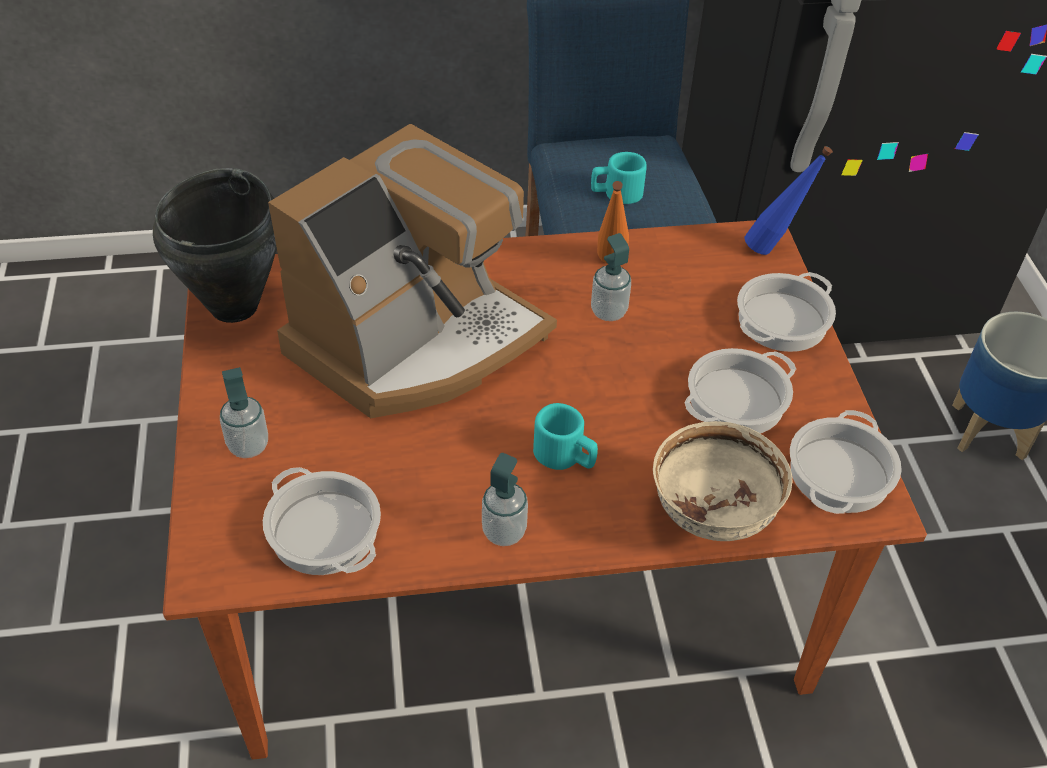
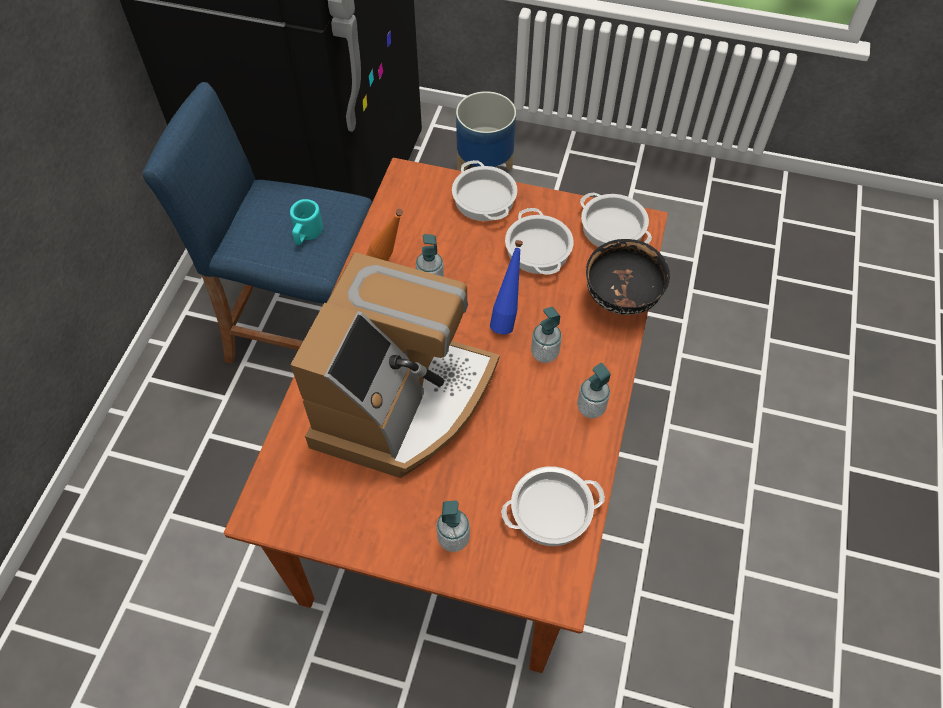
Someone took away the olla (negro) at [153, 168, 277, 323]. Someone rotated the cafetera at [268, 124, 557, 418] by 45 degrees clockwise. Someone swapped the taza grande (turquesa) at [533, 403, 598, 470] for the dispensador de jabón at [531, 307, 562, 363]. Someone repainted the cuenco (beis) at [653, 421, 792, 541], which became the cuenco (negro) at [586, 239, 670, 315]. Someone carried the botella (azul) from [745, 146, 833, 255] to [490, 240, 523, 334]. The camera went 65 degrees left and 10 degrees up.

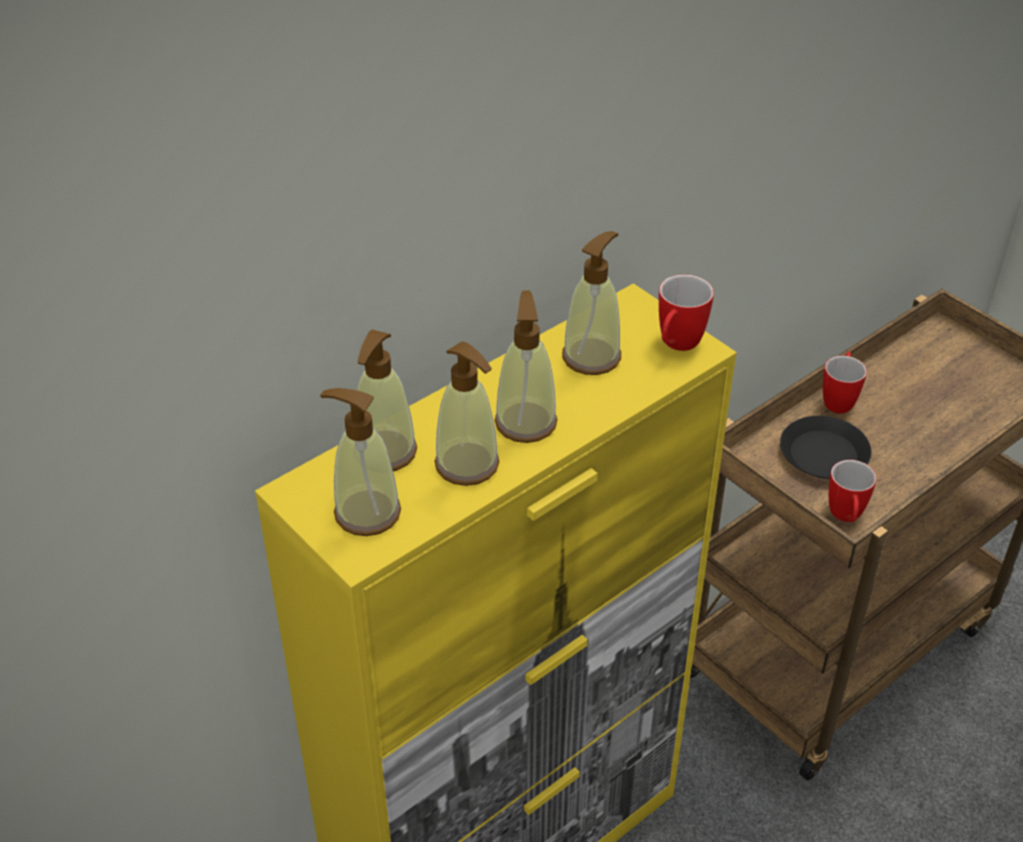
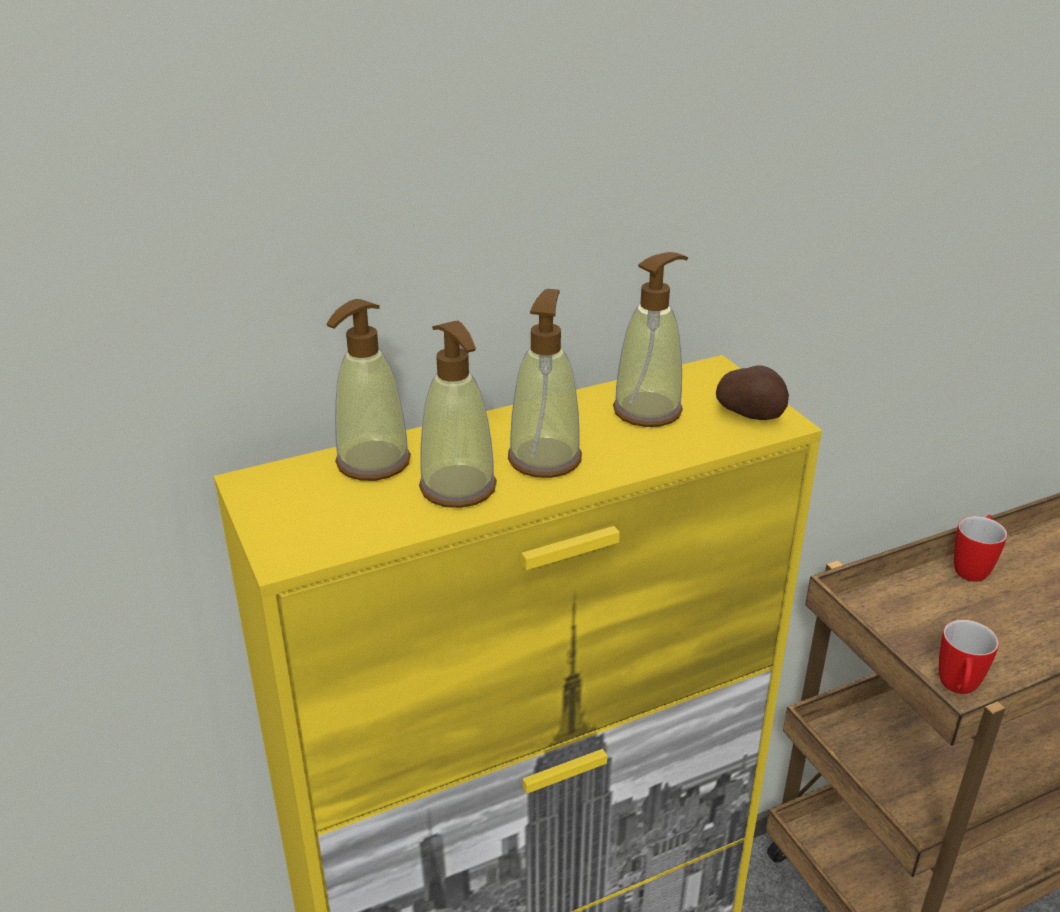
Someone took away the dispensador de jabón at [320, 388, 401, 536]. Someone swapped the taza grande at [659, 274, 714, 351] for the patata at [716, 365, 789, 420]. Someone took away the plato (negro) at [780, 416, 871, 479]. The camera went 15 degrees right and 10 degrees down.

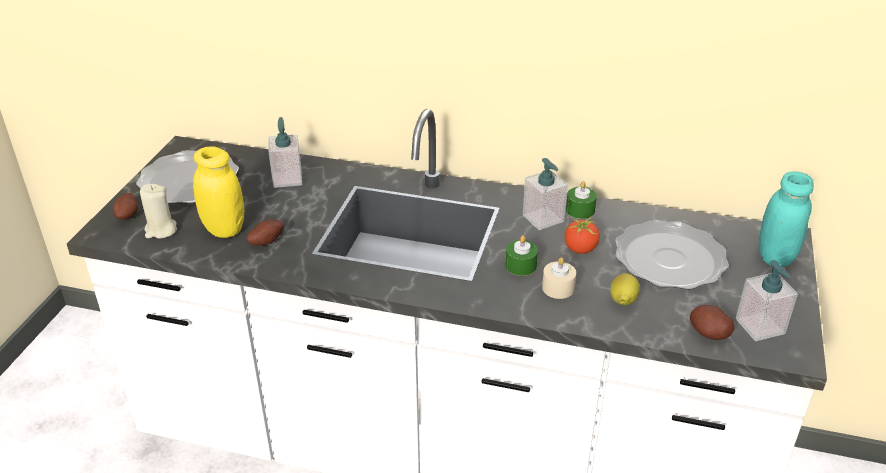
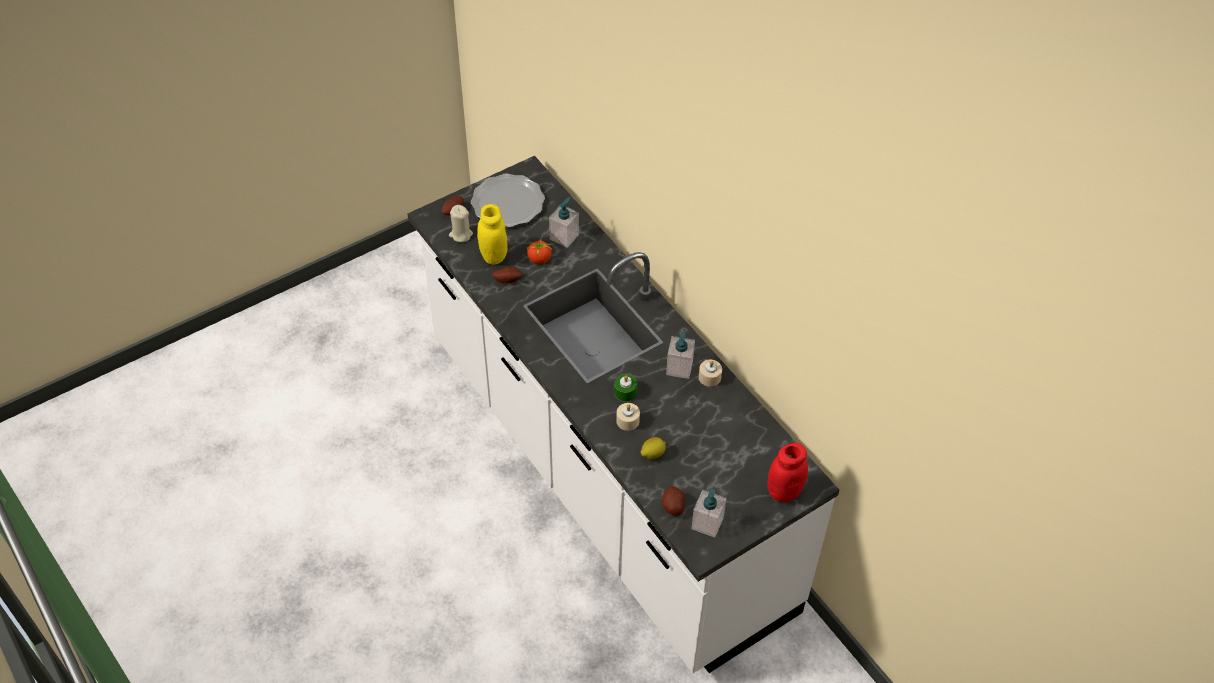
Someone carried the tomate from [565, 217, 600, 254] to [527, 240, 552, 264]. Someone repainted the vela (verde) at [566, 181, 597, 219], which became the vela (beis) at [699, 360, 722, 387]. Someone took away the plato at [615, 220, 729, 290]. Someone repainted the tarro (turquesa) at [759, 171, 814, 267], which became the tarro (rojo) at [768, 443, 808, 502]. The camera went 40 degrees right and 15 degrees up.

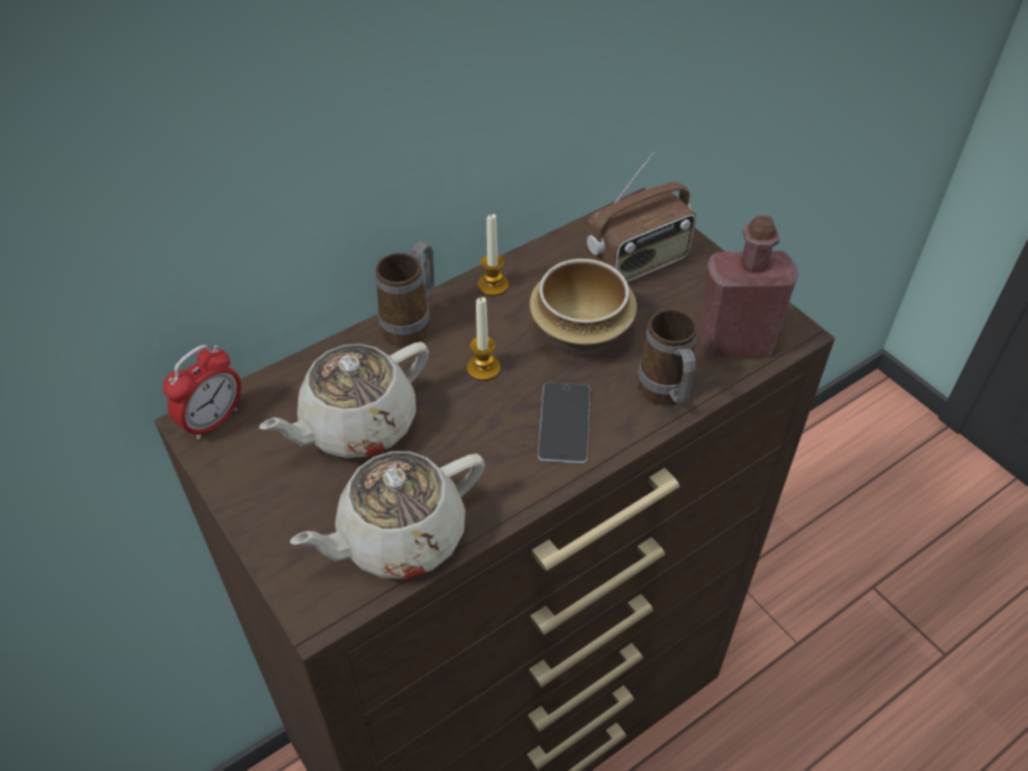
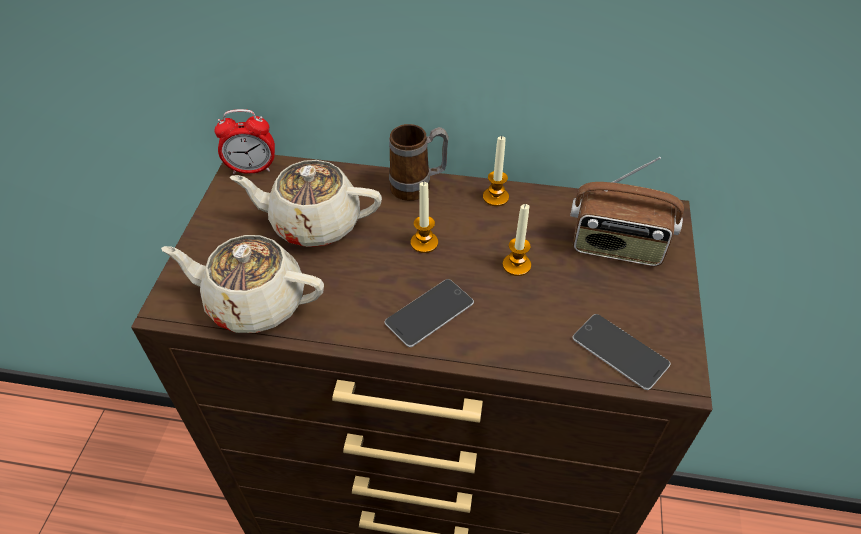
Someone swapped the cuenco at [529, 259, 637, 354] for the vela at [503, 204, 531, 276]. Someone took away the taza grande at [637, 309, 698, 405]. Someone swapped the botella (rojo) at [698, 216, 798, 356] for the móvil at [573, 314, 670, 390]. The camera went 45 degrees right and 0 degrees up.

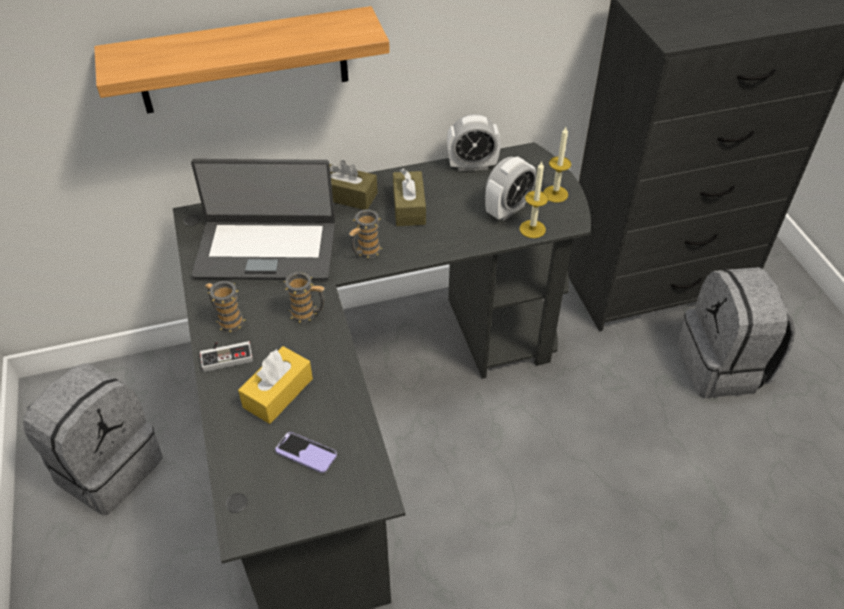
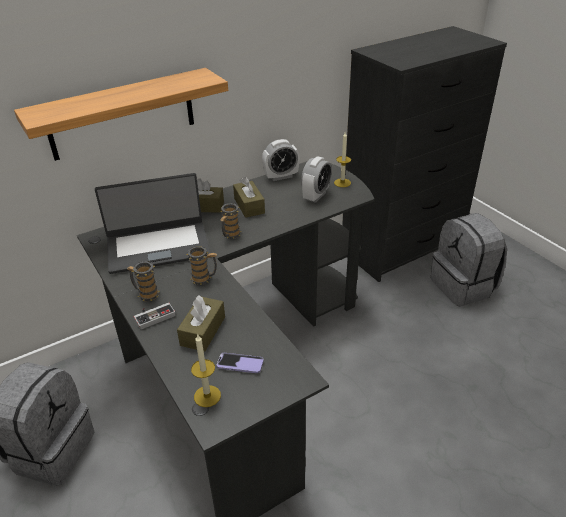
Someone repainted the caja de pañuelos (amarillo) at [238, 346, 313, 424], which became the caja de pañuelos (marrón) at [177, 295, 225, 352]. Someone carried the vela from [520, 161, 548, 238] to [191, 335, 221, 407]. The camera went 15 degrees left and 10 degrees down.

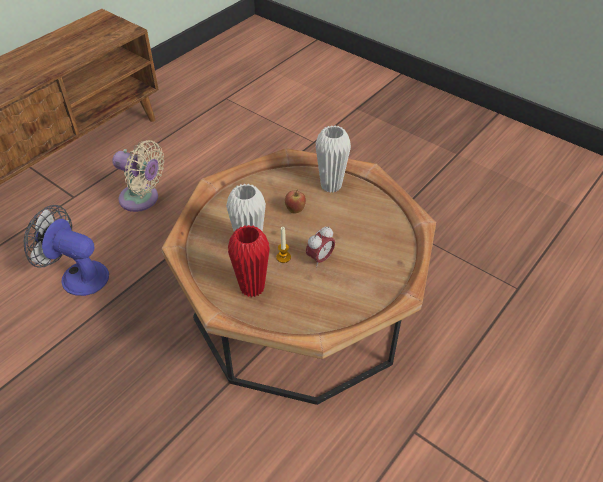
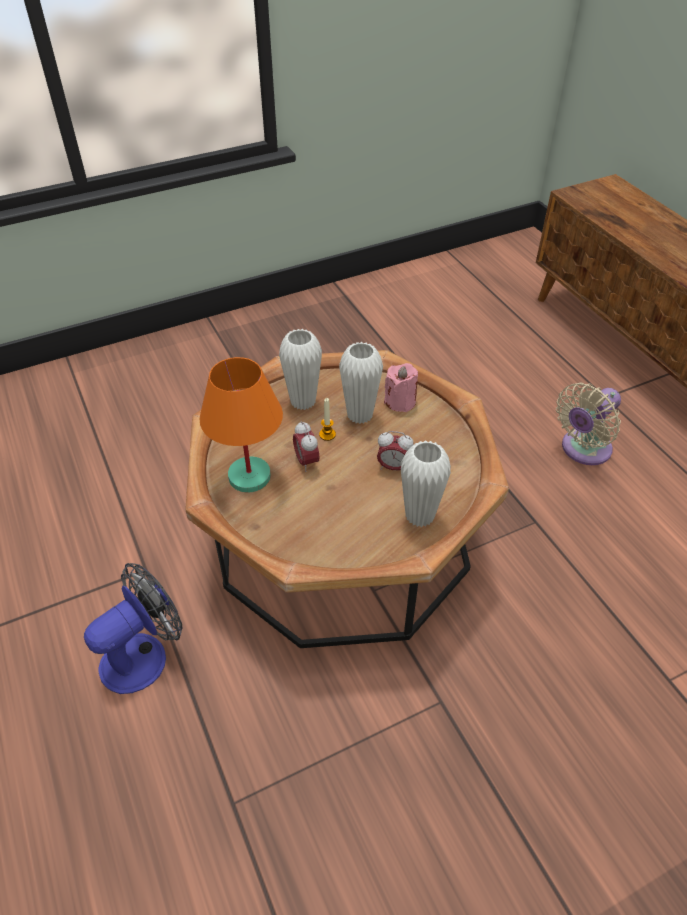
Someone carried the ventilador from [24, 205, 109, 296] to [84, 563, 182, 694]. Someone repainted the florero (rojo) at [228, 225, 270, 298], which became the florero (blanco) at [279, 329, 322, 410]. Someone swapped the manzana at [285, 189, 306, 213] for the despertador at [377, 431, 414, 470]. Someone put down the lámpara de mesa (naranja) at [200, 357, 283, 493]. Someone put down the vela (rosa) at [384, 363, 418, 412]. The camera went 115 degrees right and 0 degrees up.

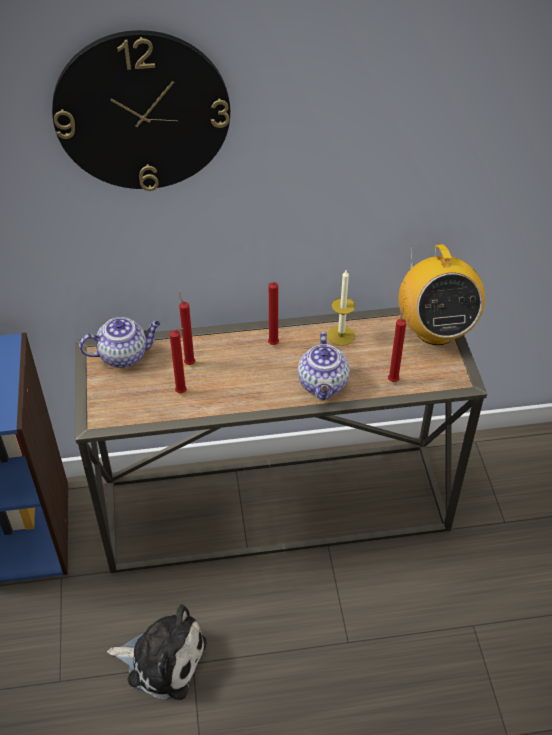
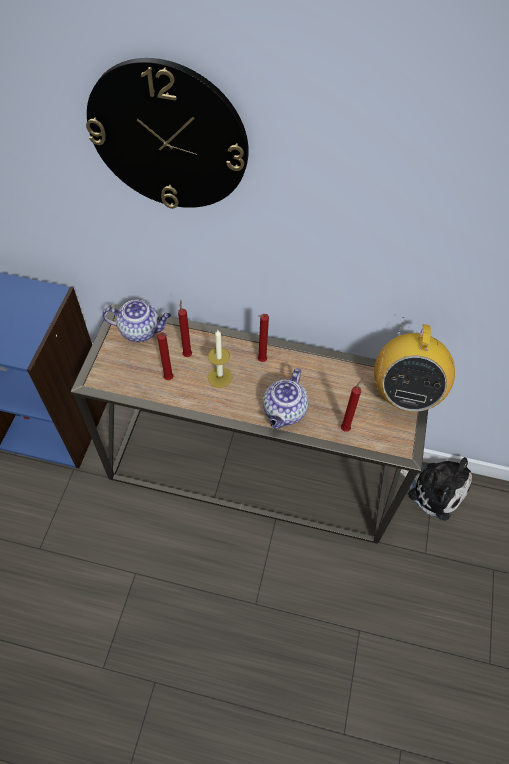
Someone carried the peluche from [107, 604, 207, 700] to [400, 457, 472, 521]. Someone carried the vela from [328, 270, 355, 346] to [208, 330, 232, 388]. The camera went 20 degrees right and 10 degrees up.

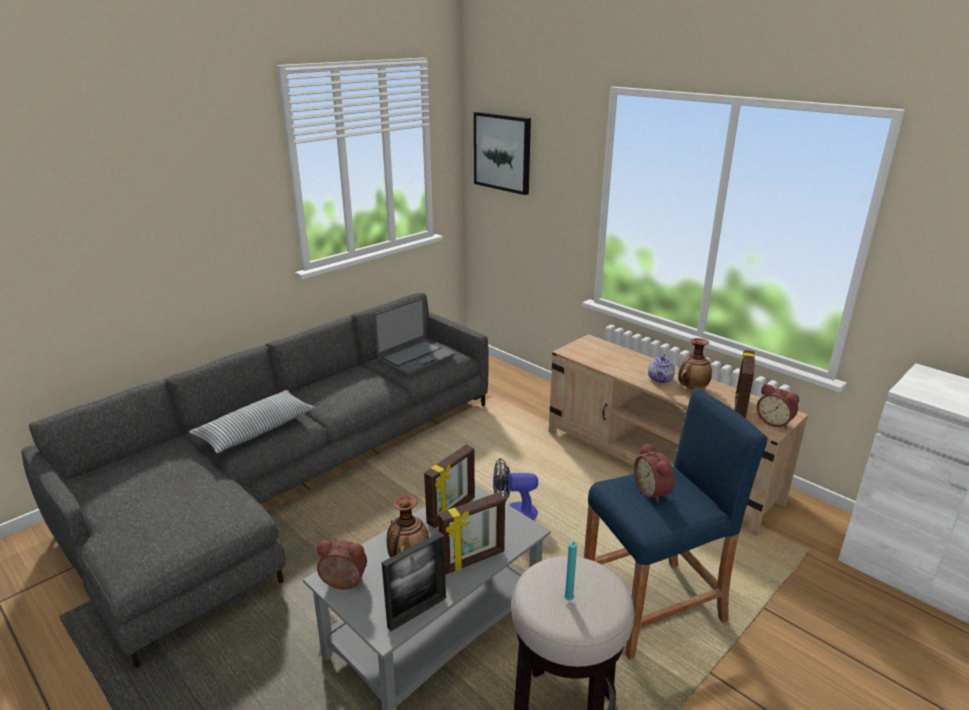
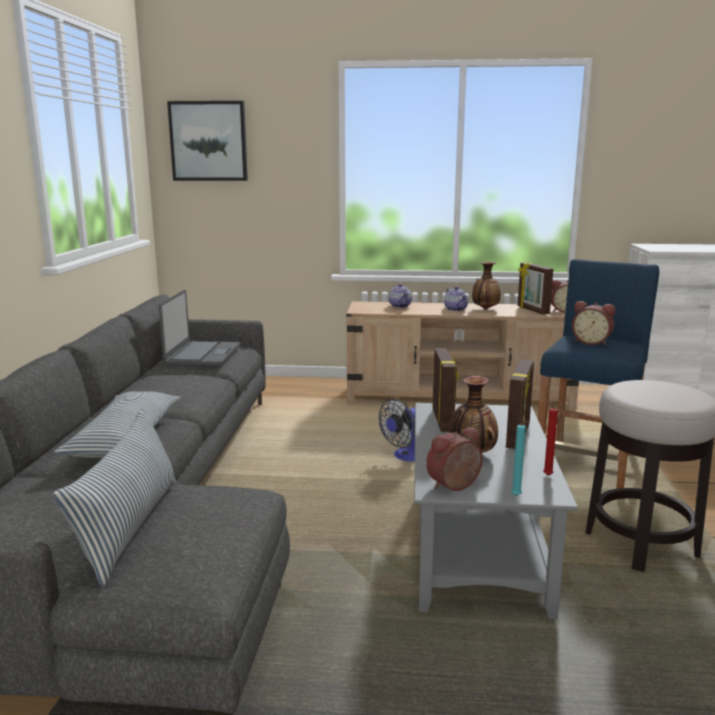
Someone swapped the portarretratos at [382, 532, 446, 631] for the vela (rojo) at [543, 402, 558, 475]. Someone carried the vela (turquesa) from [564, 542, 577, 600] to [511, 421, 528, 496]. Someone put down the cojín at [53, 409, 176, 587]. Someone put down the tetera at [389, 284, 412, 308]. The camera went 40 degrees left and 10 degrees down.

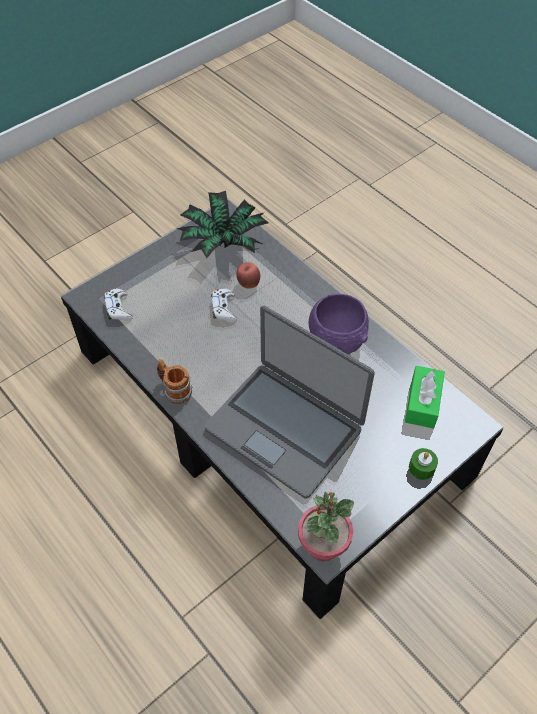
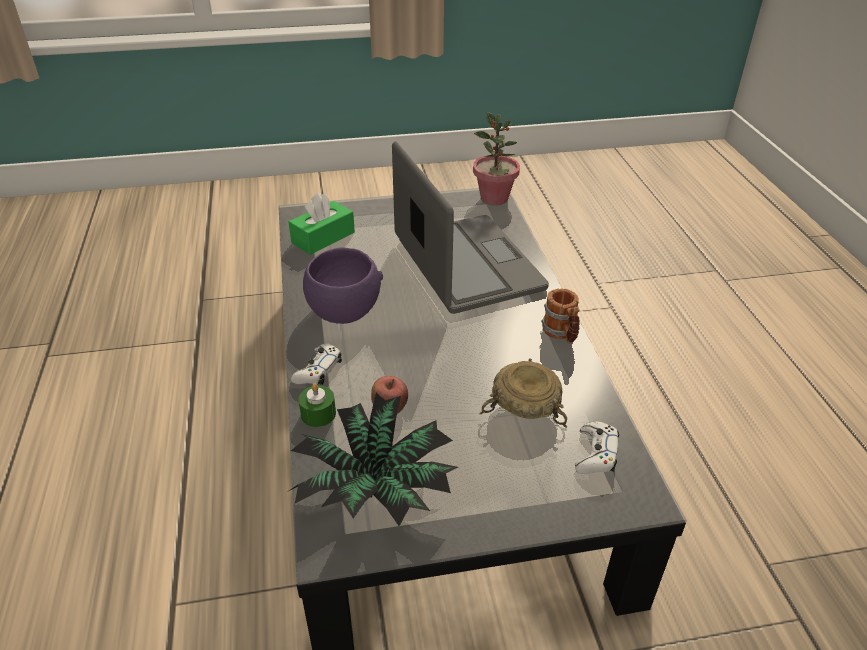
Someone carried the mando de consola (blanco) from [211, 288, 237, 322] to [291, 343, 342, 385]. Someone carried the vela (verde) from [409, 448, 438, 480] to [298, 383, 336, 427]. Someone put down the cuenco (beis) at [479, 358, 567, 428]. The camera went 150 degrees left and 15 degrees down.

